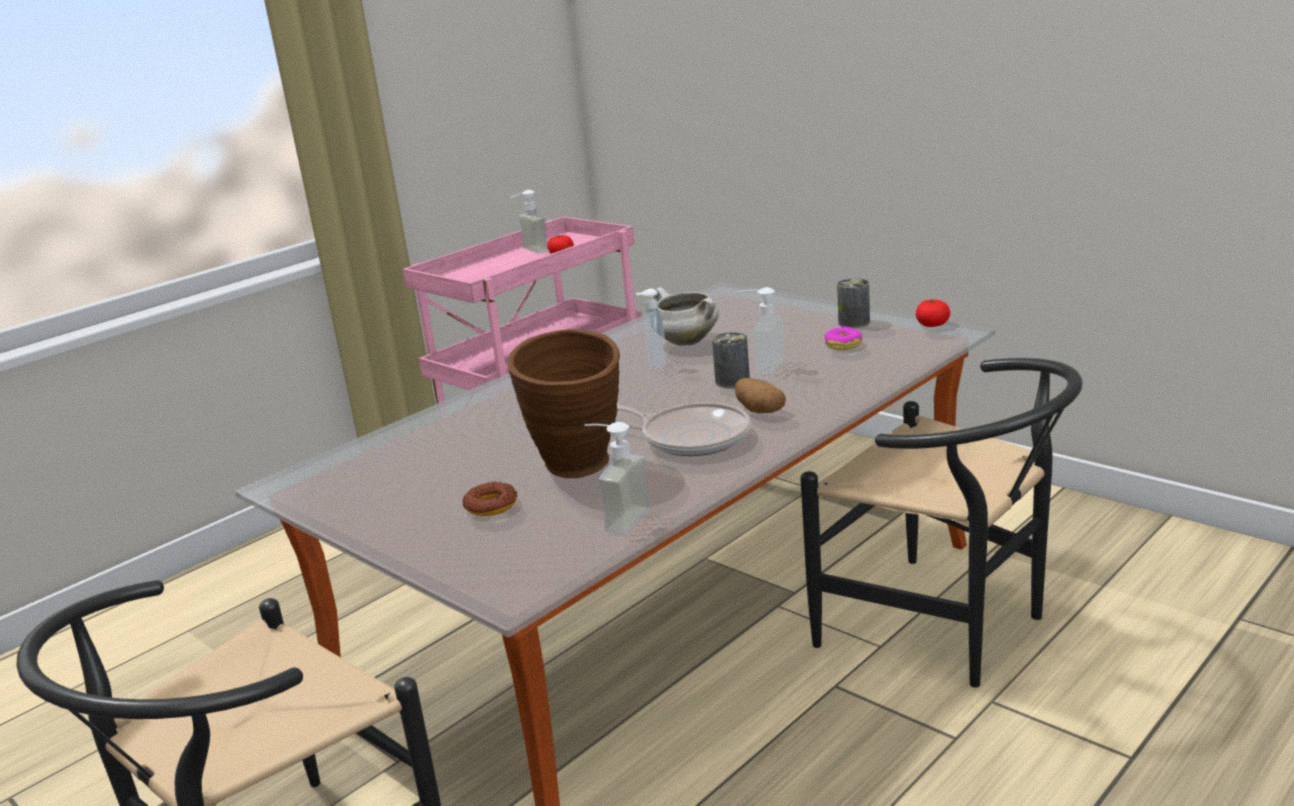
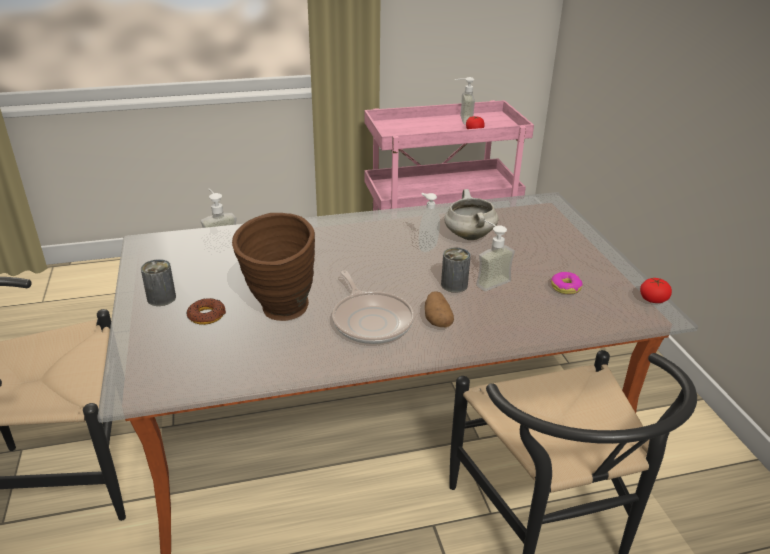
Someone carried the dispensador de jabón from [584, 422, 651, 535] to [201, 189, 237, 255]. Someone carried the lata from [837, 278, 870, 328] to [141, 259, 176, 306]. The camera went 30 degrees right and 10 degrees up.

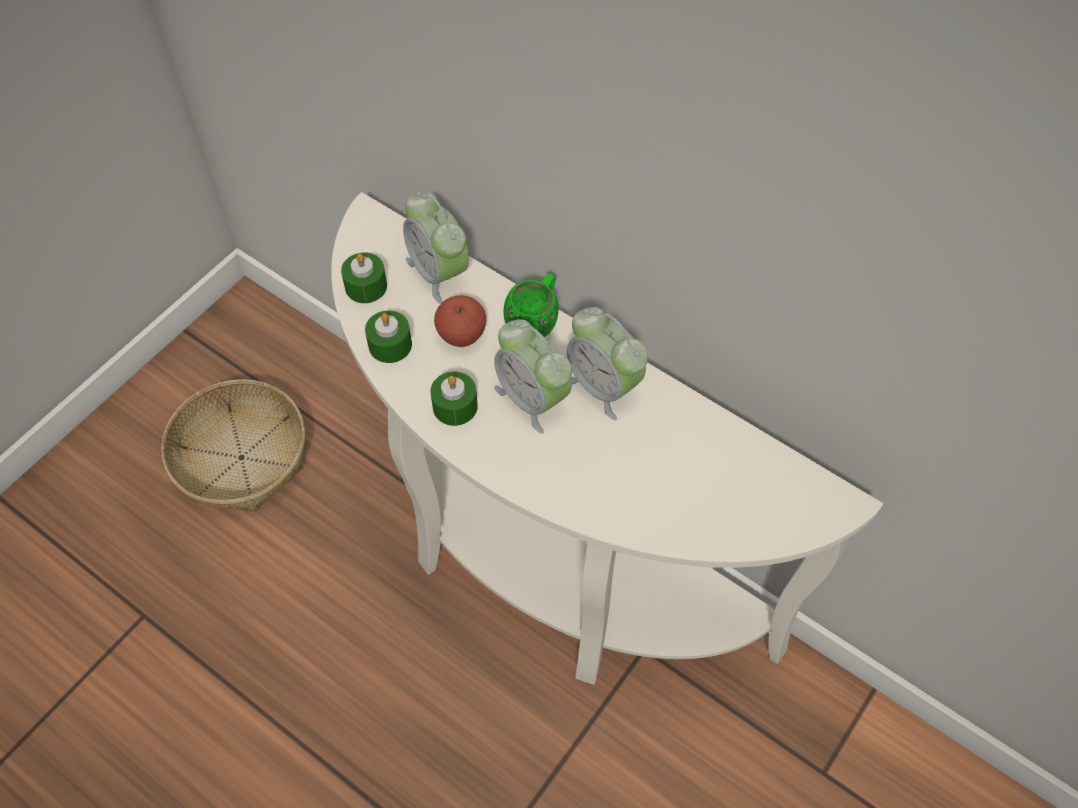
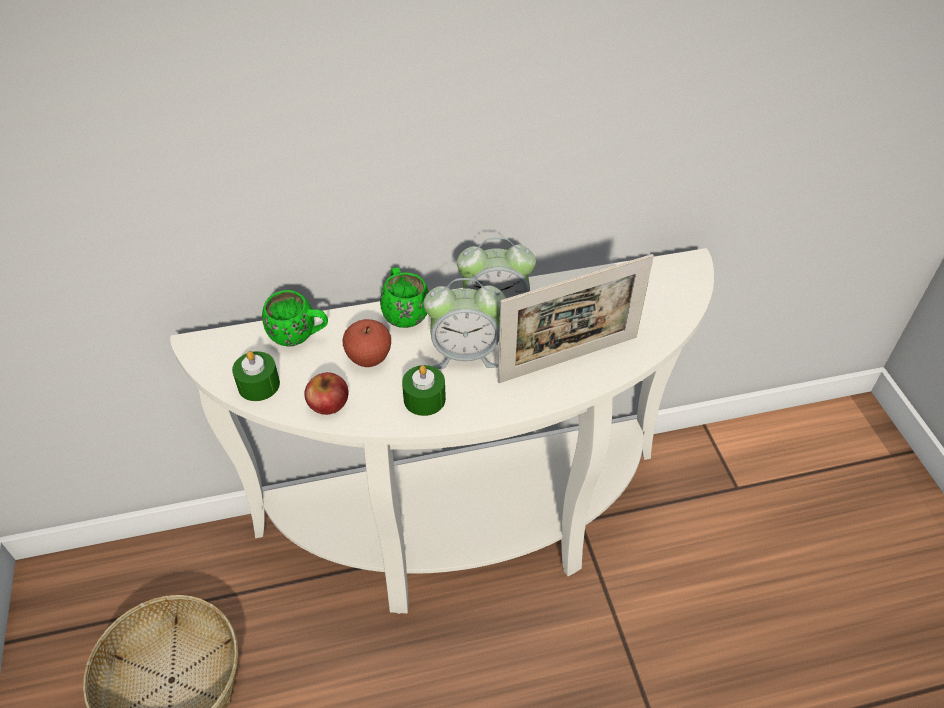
Someone swapped the vela (verde) at [365, 311, 412, 363] for the manzana at [304, 372, 349, 415]. Someone swapped the despertador at [403, 192, 469, 304] for the taza grande (verde) at [262, 290, 328, 346]. Someone put down the portarretratos at [498, 254, 654, 383]. The camera went 50 degrees left and 10 degrees down.

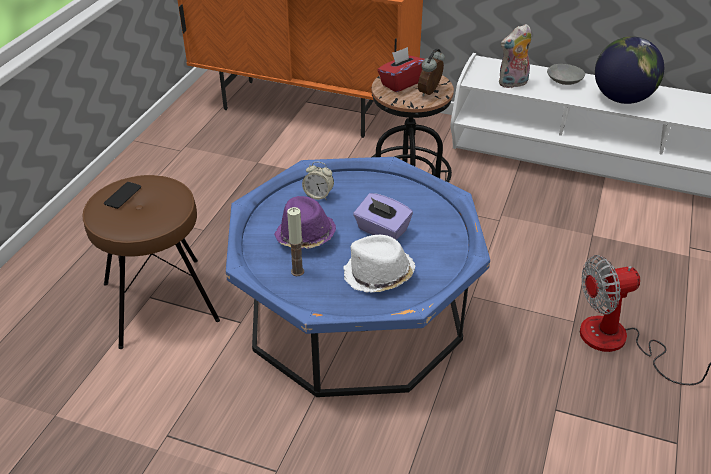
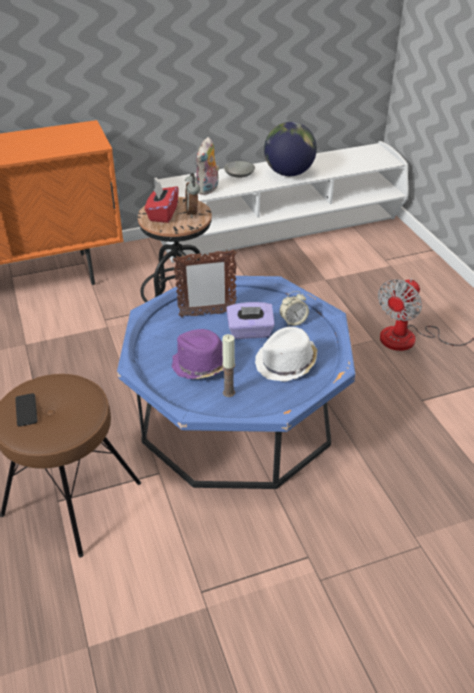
Someone carried the despertador from [302, 162, 334, 200] to [280, 291, 309, 327]. Someone put down the portarretratos at [173, 249, 237, 318]. The camera went 40 degrees left and 0 degrees up.

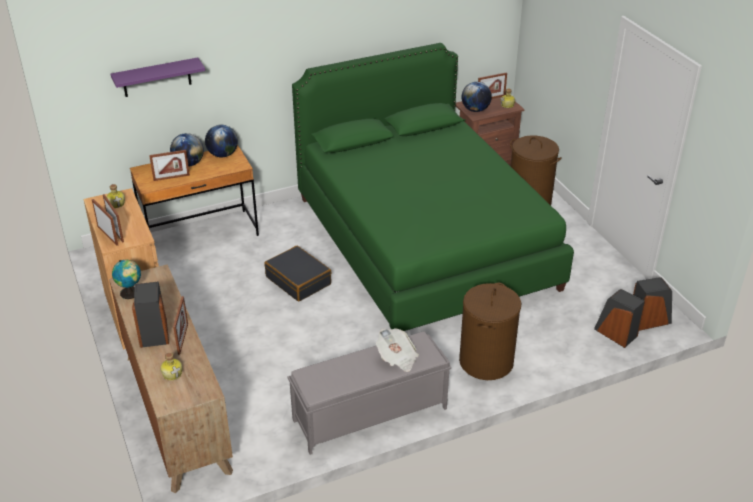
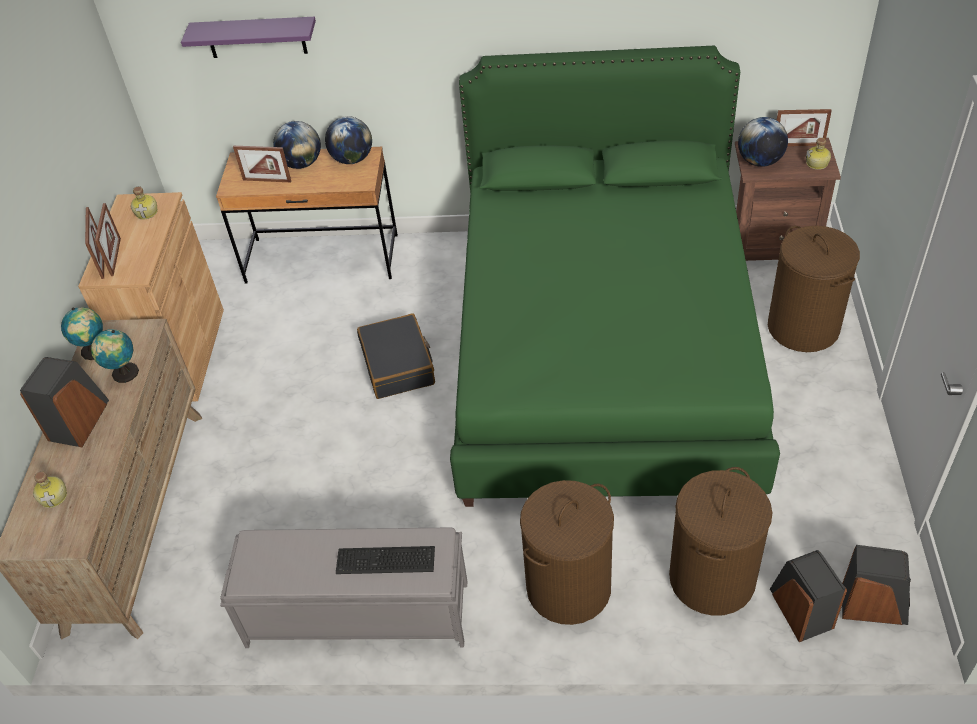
Someone took away the portarretratos at [173, 296, 188, 355]. Someone swapped the periódico at [376, 328, 419, 372] for the teclado at [336, 546, 435, 574]. Someone put down the globo terráqueo at [91, 329, 139, 383]. Someone put down the cesto de la ropa (marrón) at [669, 467, 772, 616]. The camera went 30 degrees right and 10 degrees up.

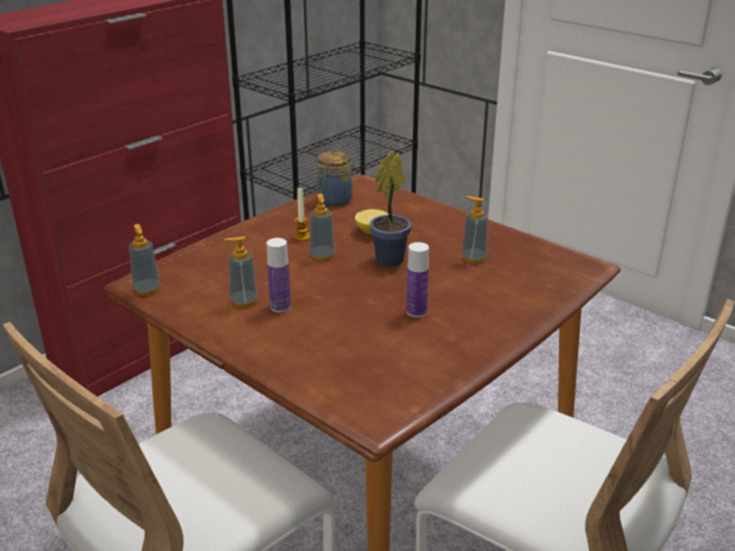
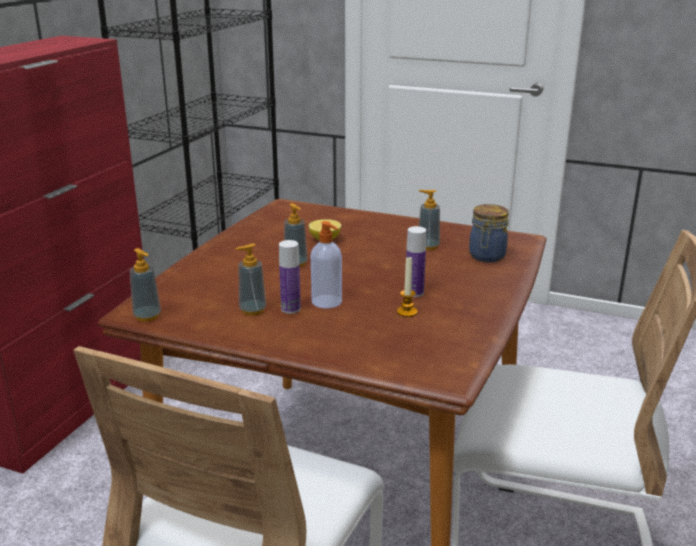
Someone carried the vela from [293, 188, 310, 241] to [397, 257, 418, 317]. Someone carried the tarro from [317, 151, 352, 207] to [469, 204, 509, 262]. Someone took away the planta en maceta at [370, 150, 412, 267]. Someone put down the dispensador de jabón at [311, 221, 342, 308]. The camera went 20 degrees left and 5 degrees down.

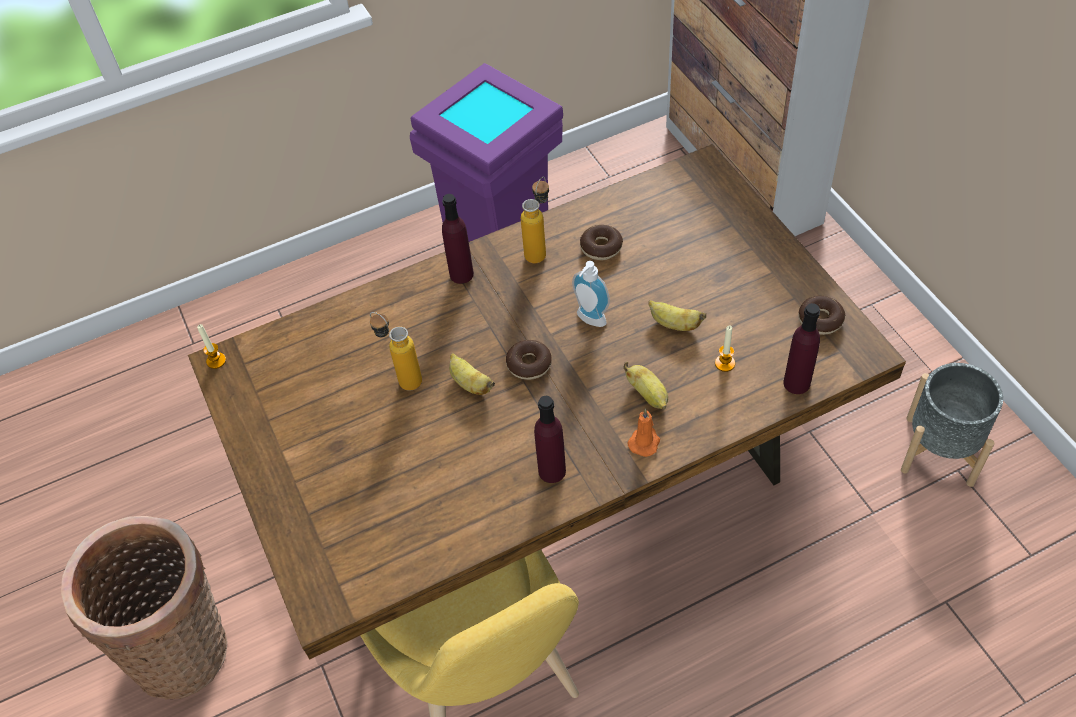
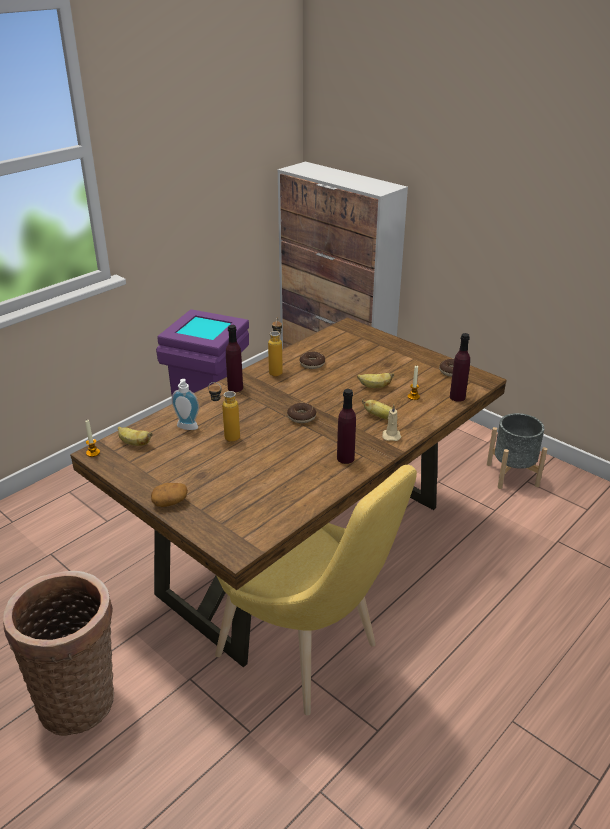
Someone carried the plátano from [449, 353, 495, 395] to [118, 427, 152, 446]. Someone carried the dispensador de jabón from [572, 261, 610, 327] to [172, 379, 199, 430]. Someone repainted the vela (naranja) at [628, 409, 660, 457], which became the vela (beis) at [382, 405, 401, 441]. Someone put down the patata at [151, 483, 188, 507]. The camera went 25 degrees left and 20 degrees down.

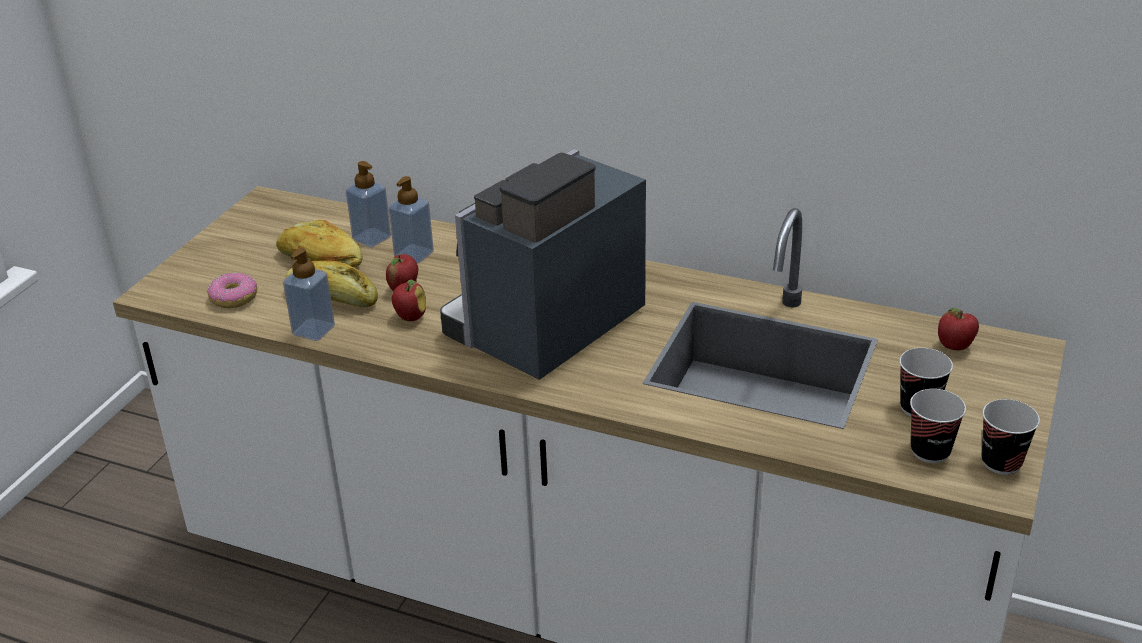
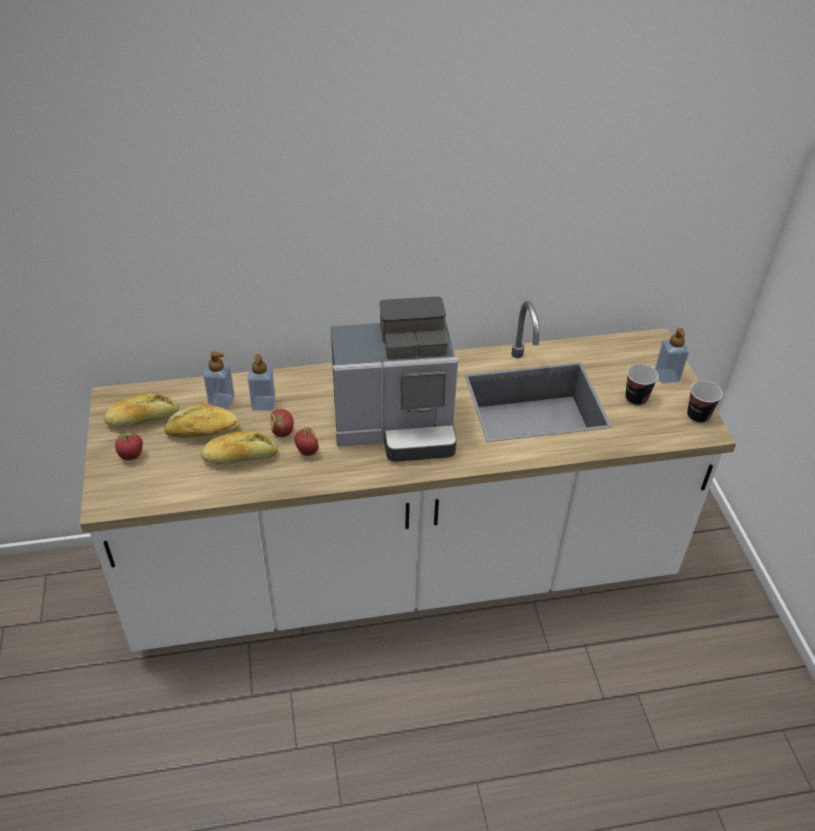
Someone took away the rosquilla at [207, 273, 257, 308]. Someone carried the dispensador de jabón from [283, 248, 335, 341] to [655, 328, 689, 384]. Someone rotated the cafetera at [440, 149, 646, 380] by 105 degrees counterclockwise. Someone took away the taza at [910, 389, 966, 463]. Someone carried the manzana from [938, 308, 979, 350] to [115, 434, 143, 460]. Someone put down the pan at [104, 394, 179, 428]. The camera went 35 degrees left and 10 degrees up.

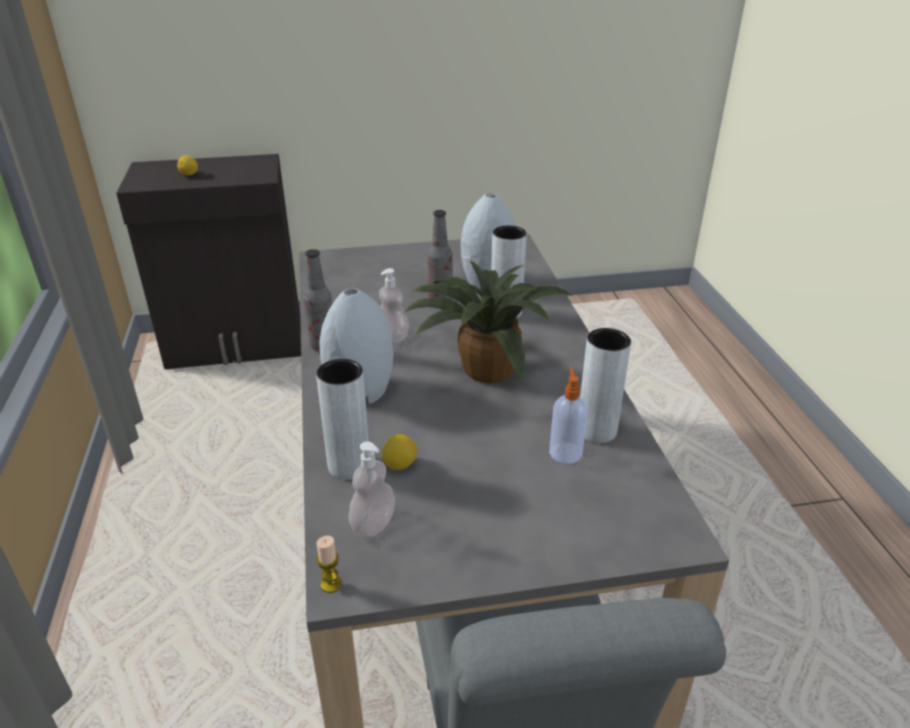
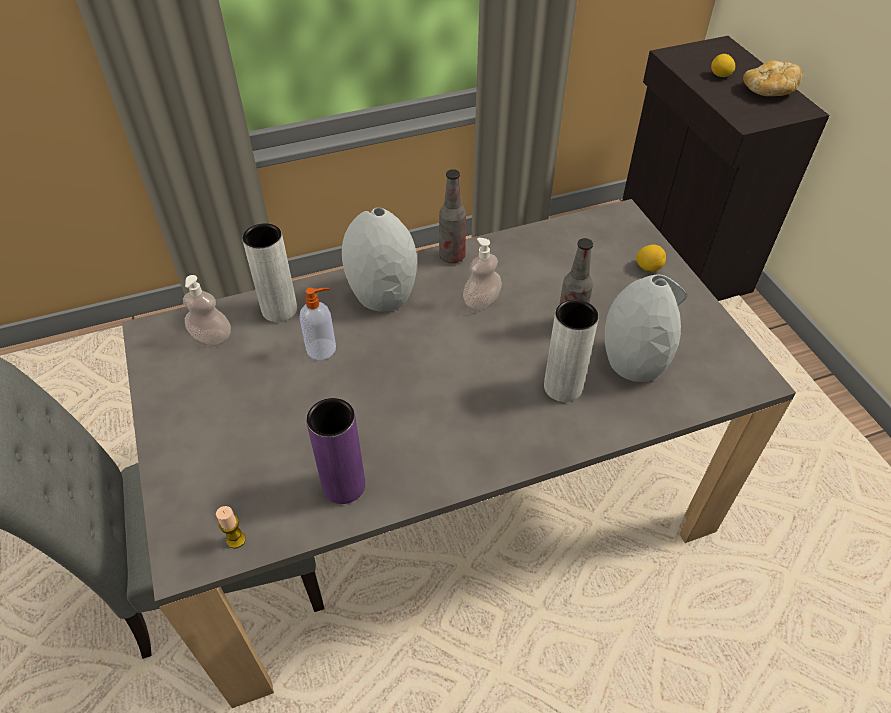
Someone carried the vela from [316, 536, 342, 593] to [216, 506, 246, 549]. Someone carried the limón from [382, 434, 417, 470] to [636, 245, 666, 271]. Someone took away the planta en maceta at [404, 260, 573, 383]. Someone carried the dispensador de jabón from [549, 367, 588, 464] to [299, 288, 336, 360]. Someone repainted the florero (gris) at [580, 328, 631, 443], which became the florero (morado) at [306, 398, 365, 504]. Someone put down the pan at [743, 61, 802, 96]. The camera went 80 degrees right and 15 degrees up.

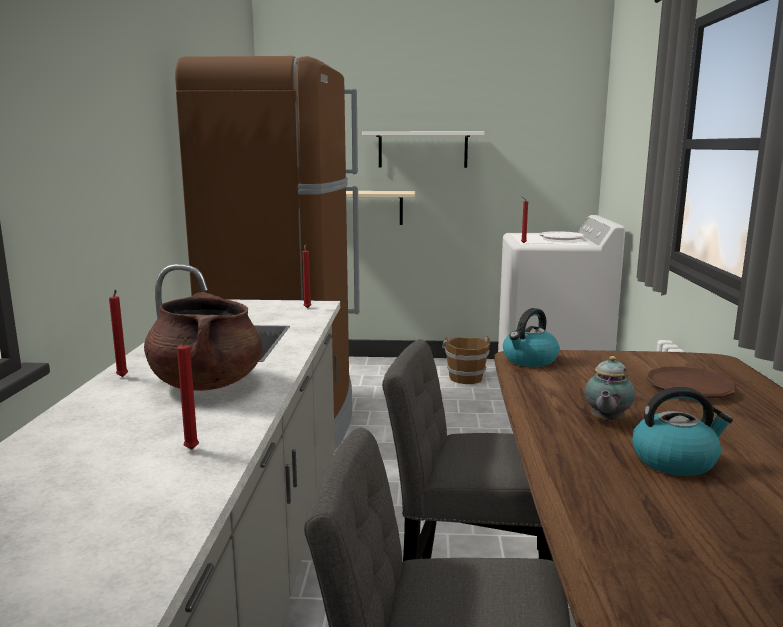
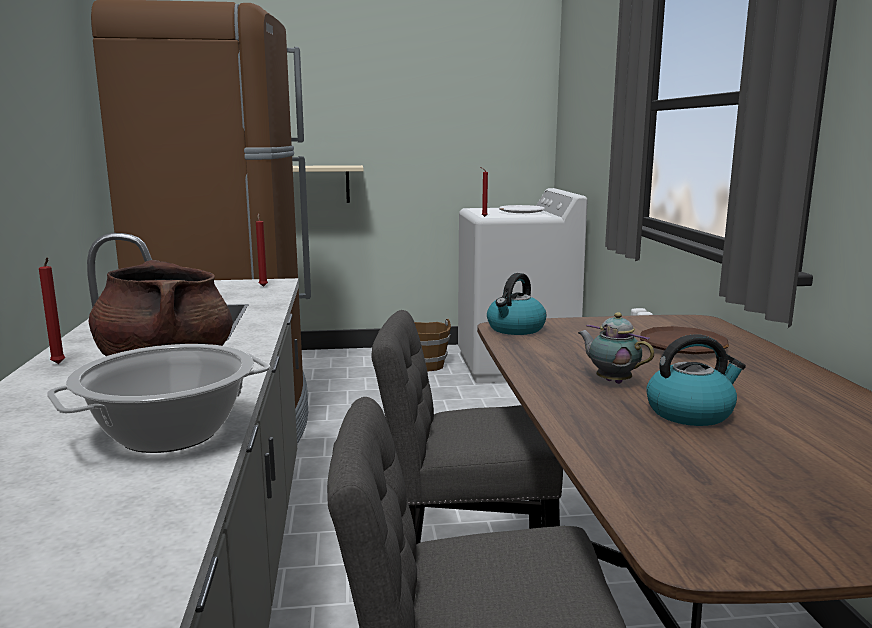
Someone swapped the vela (rojo) at [177, 338, 199, 450] for the olla at [47, 344, 270, 453]. Someone took away the estante (blanco) at [362, 131, 484, 168]. Someone rotated the tetera at [585, 356, 635, 423] by 120 degrees clockwise. The camera went 10 degrees left and 0 degrees up.

